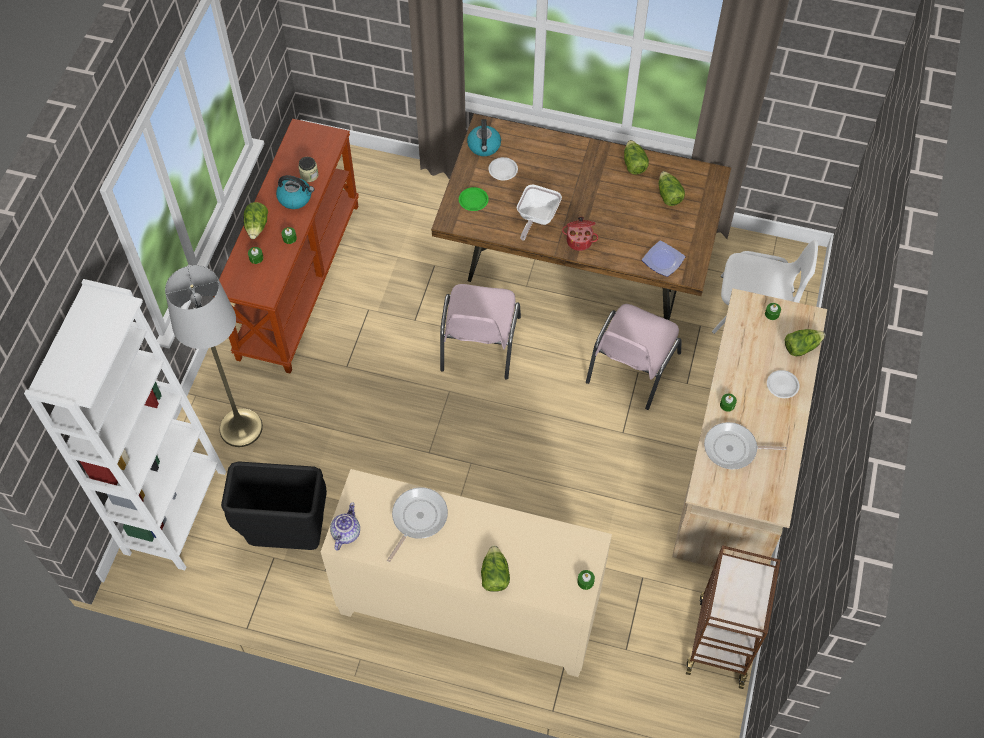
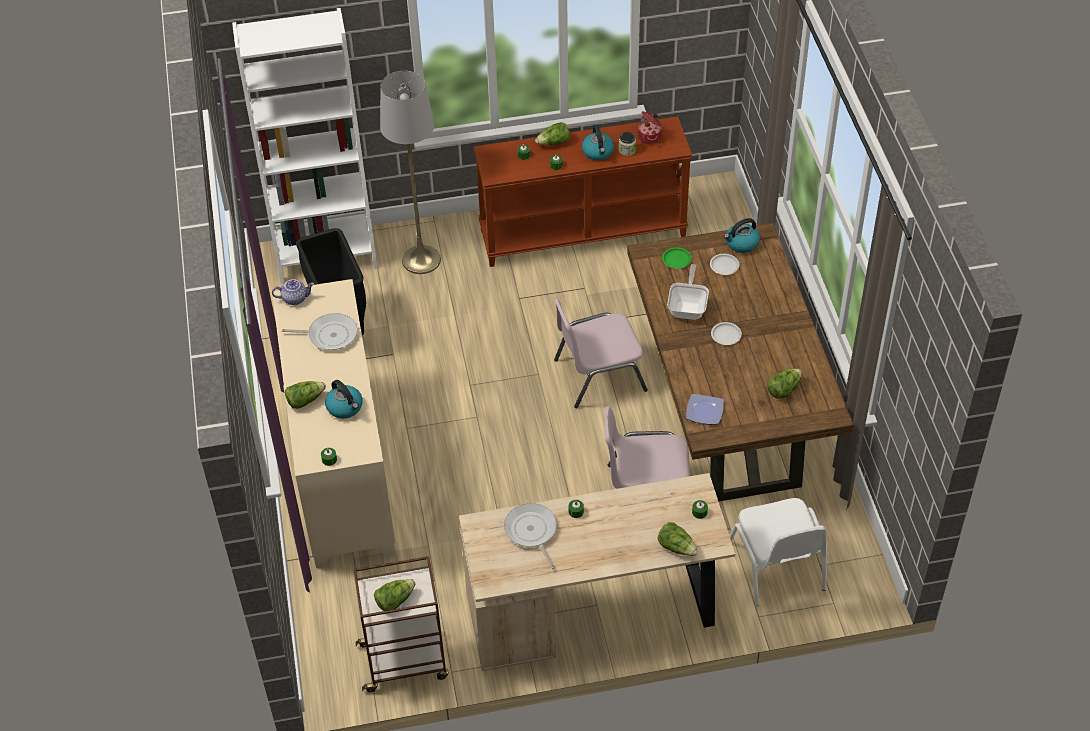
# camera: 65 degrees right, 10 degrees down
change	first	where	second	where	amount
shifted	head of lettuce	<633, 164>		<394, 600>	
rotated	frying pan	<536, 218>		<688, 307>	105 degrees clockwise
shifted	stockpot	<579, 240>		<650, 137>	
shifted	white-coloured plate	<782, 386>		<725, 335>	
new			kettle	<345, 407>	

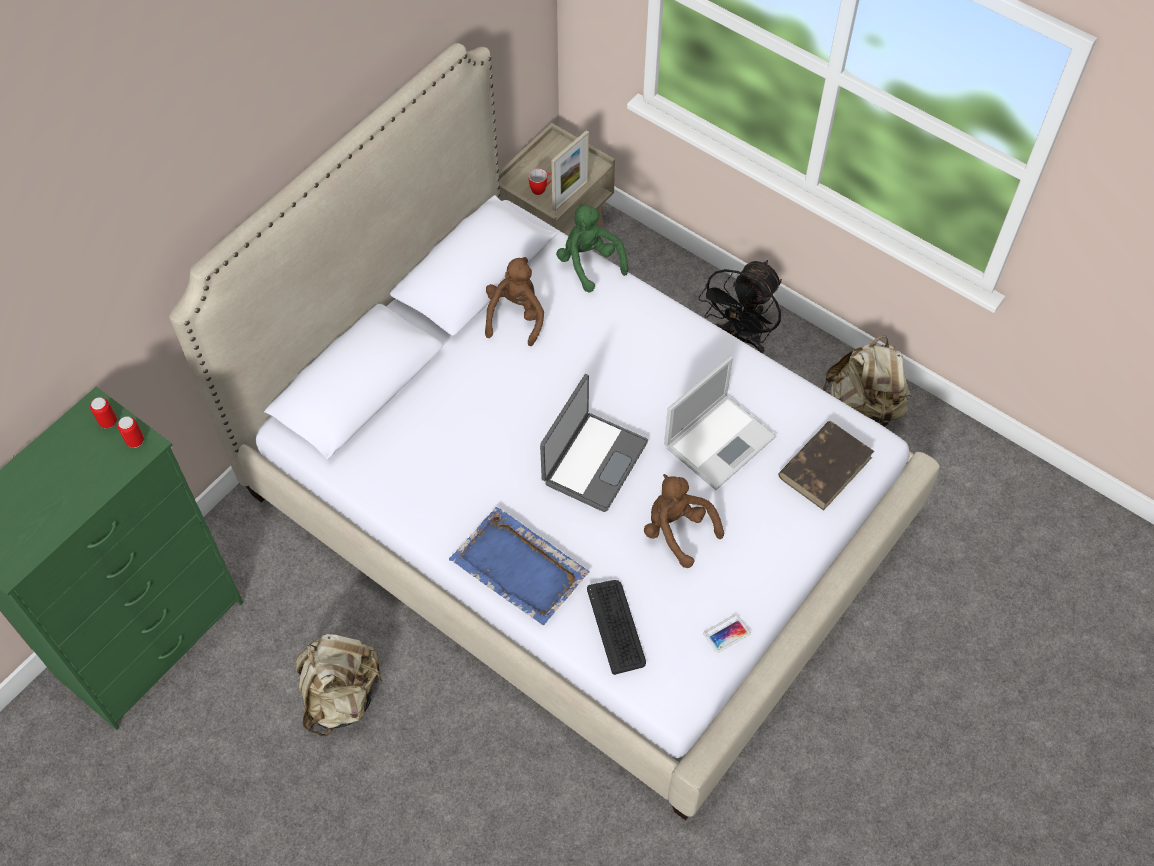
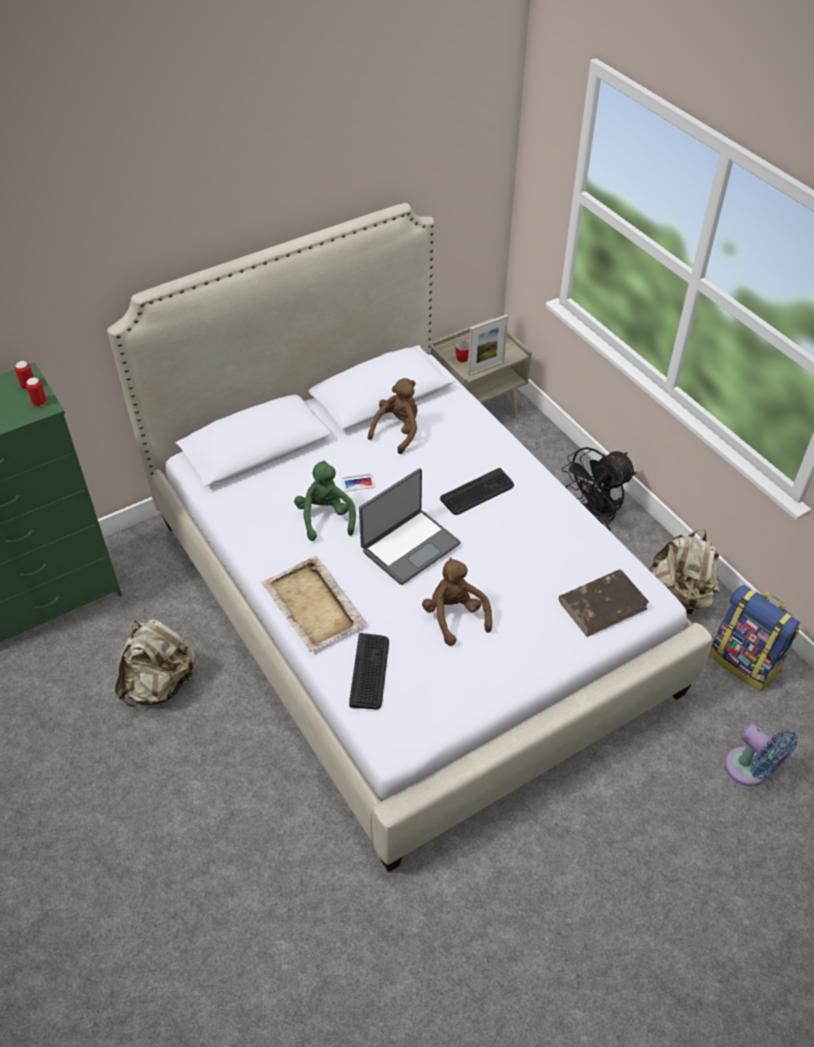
# camera: 20 degrees right, 10 degrees down
change	first	where	second	where	amount
shifted	greenish plush toy	<589, 263>		<326, 517>	
gone	laptop	<720, 440>			
repainted	blue-coloured serving tray	<520, 569>	beige serving tray	<313, 606>	
shifted	telephone	<726, 633>		<358, 483>	
new			keyboard	<477, 492>	
new			backpack	<745, 662>	
new			blue-coloured fan	<750, 770>	

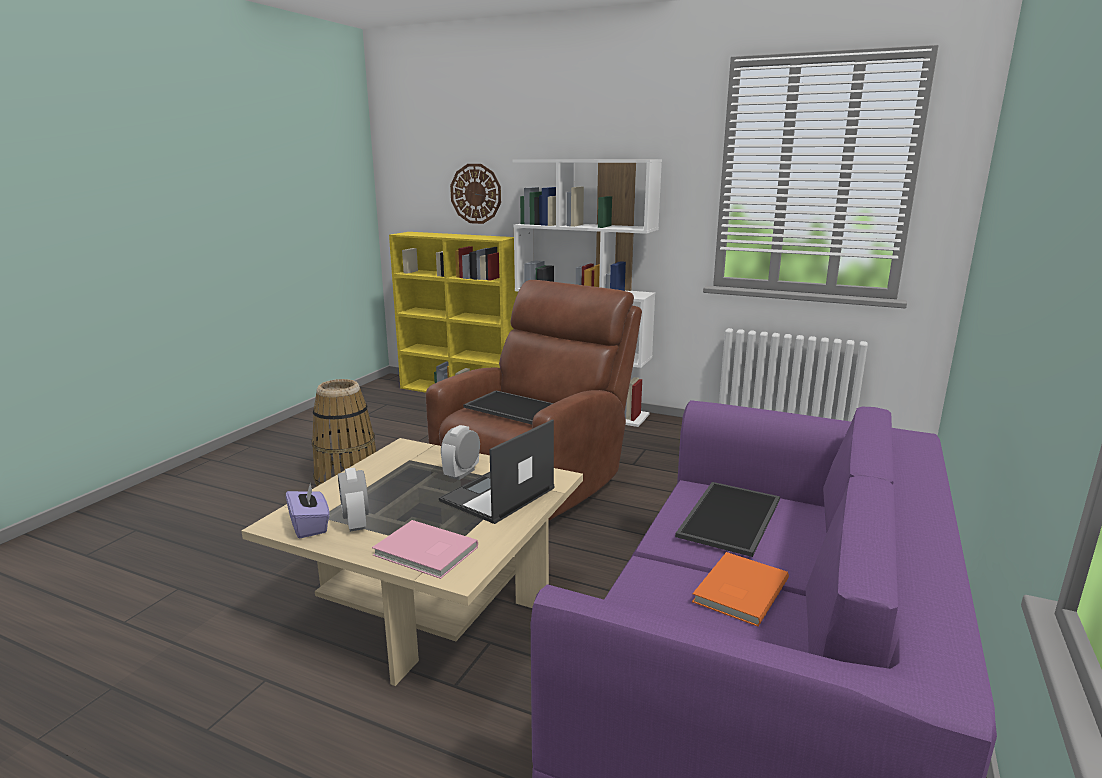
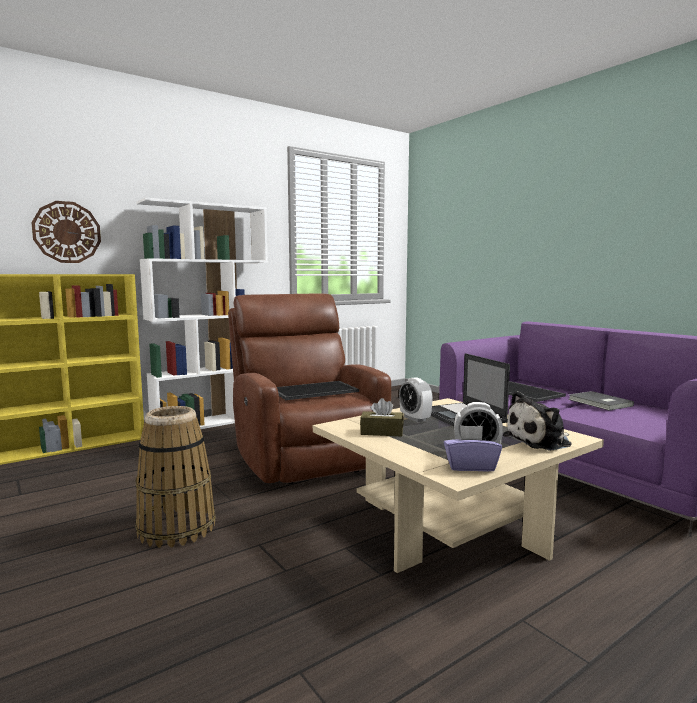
# camera: 60 degrees left, 10 degrees down
change	first	where	second	where	amount
swapped	pink-coloured book	<425, 553>	plush toy	<540, 441>	
repainted	orangey book	<737, 590>	grey book	<599, 403>	
new			brown tissue holder	<382, 432>	

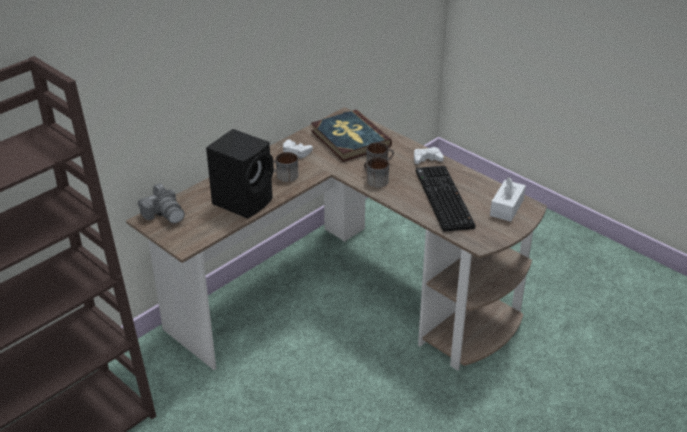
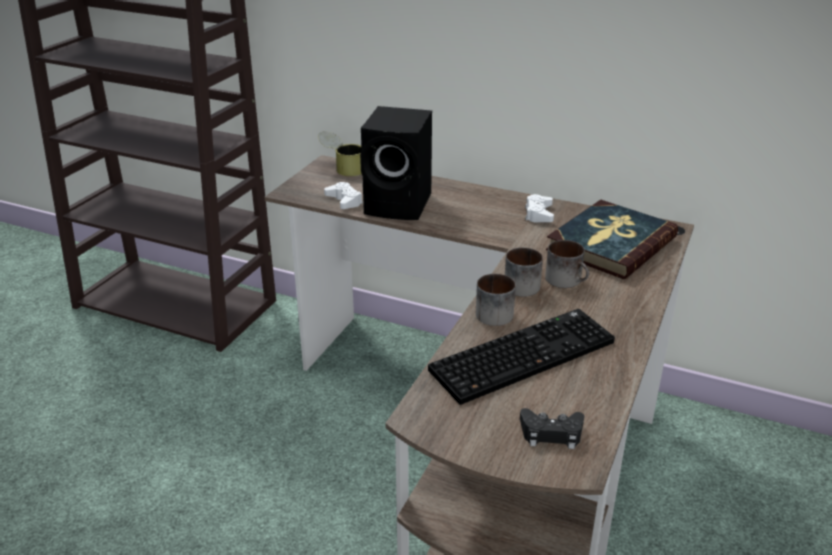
# camera: 70 degrees right, 5 degrees down
change	first	where	second	where	amount
shifted	white-coloured game controller	<427, 159>		<344, 201>	
shifted	coffee mug	<284, 176>		<491, 312>	
swapped	white-coloured tissue holder	<506, 207>	black-coloured game controller	<551, 433>	
swapped	still camera	<164, 213>	sealed can	<343, 168>	

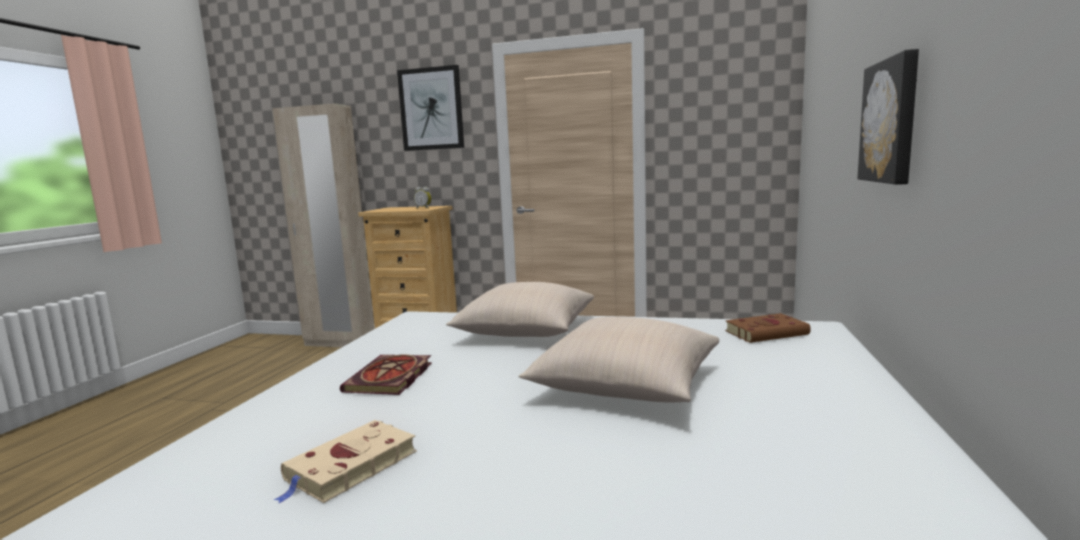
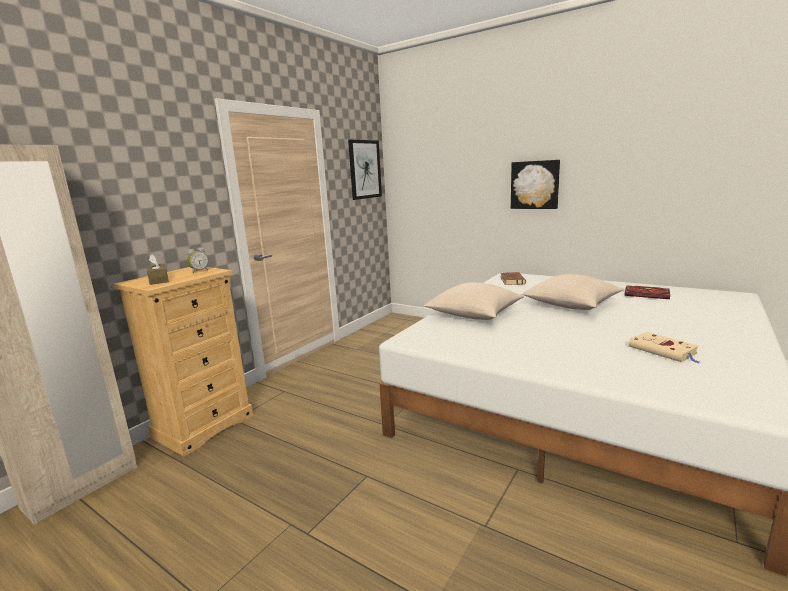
# camera: 70 degrees left, 5 degrees up
change	first	where	second	where	amount
shifted	wall picture	<431, 109>		<364, 169>	
shifted	book	<390, 379>		<648, 294>	
new			brown tissue holder	<158, 280>	

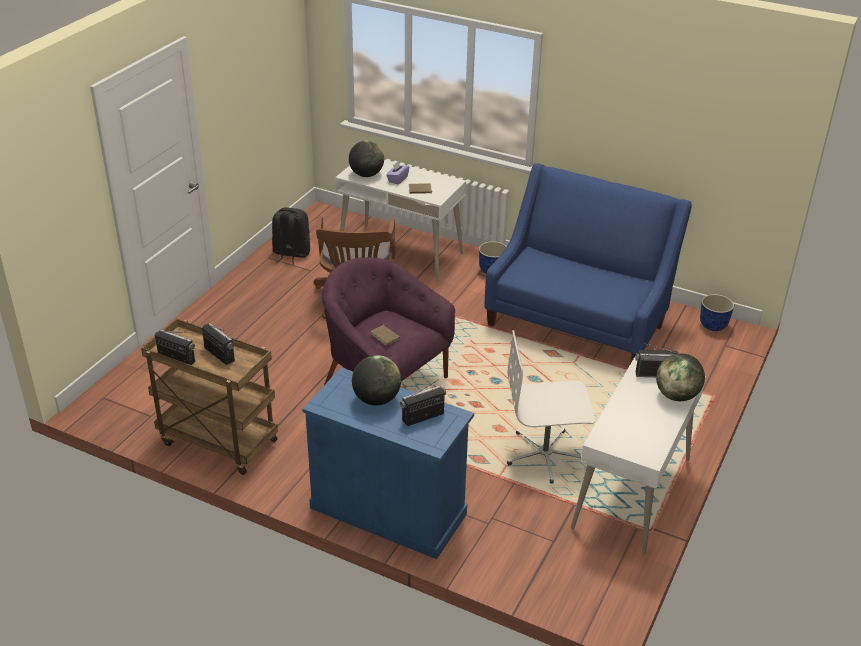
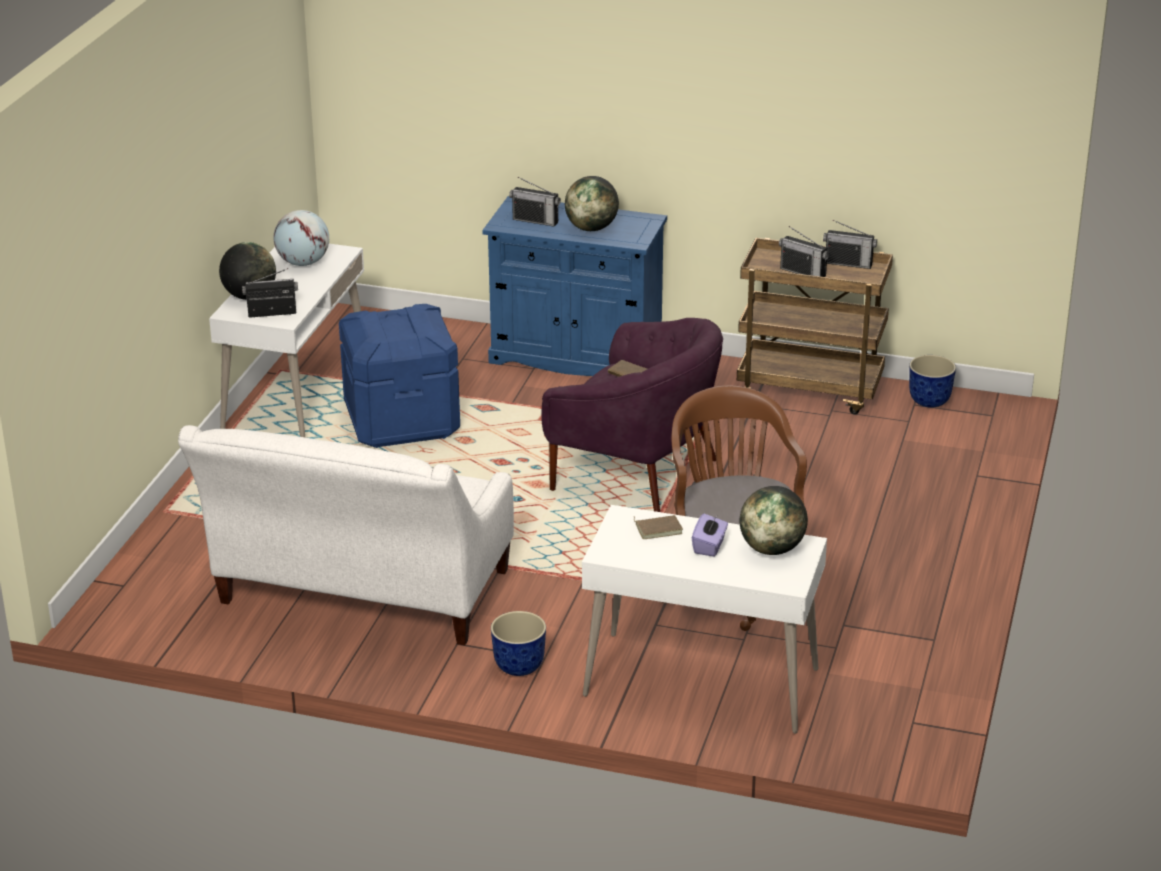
# camera: 170 degrees right, 5 degrees down
change	first	where	second	where	amount
repainted	blue-coloured settee	<578, 321>	white-coloured settee	<359, 595>	
gone	black-coloured backpack	<291, 254>			
shifted	planter	<712, 326>		<930, 401>	
swapped	white-coloured desk chair	<545, 455>	blue-coloured storage box	<402, 422>	
rotated	radio	<423, 417>		<535, 220>	60 degrees clockwise
new			desk globe	<303, 263>	

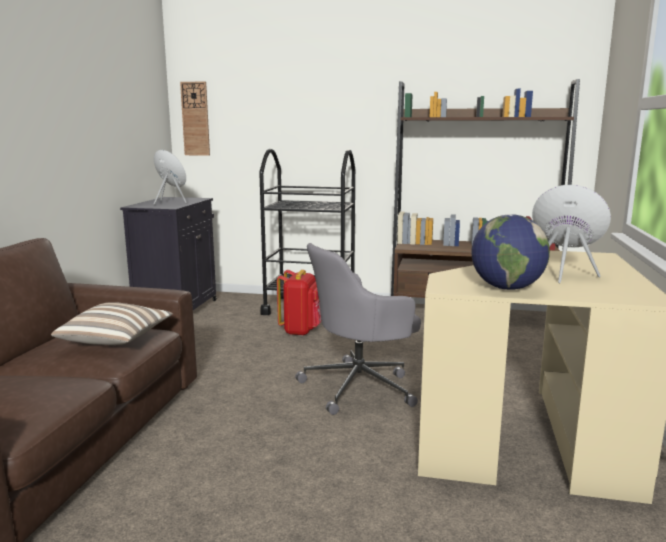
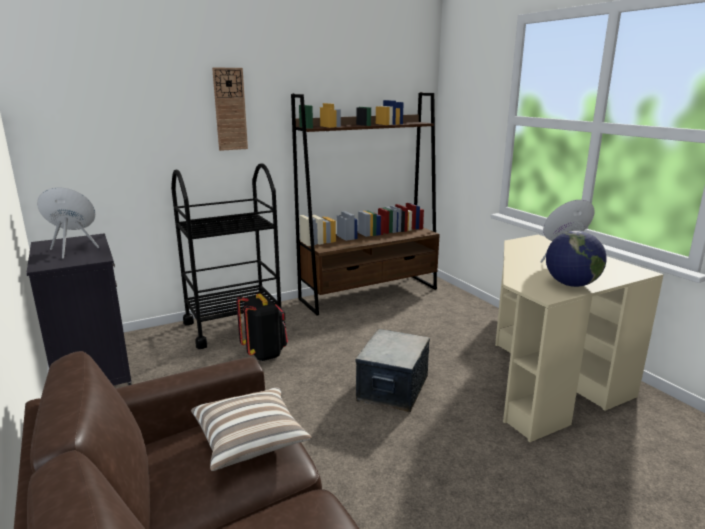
# camera: 40 degrees left, 5 degrees up
change	first	where	second	where	amount
shifted	wall clock	<195, 119>		<230, 109>	
swapped	grey desk chair	<360, 387>	storage box	<392, 388>	
repainted	red backpack	<301, 331>	black-coloured backpack	<264, 353>	

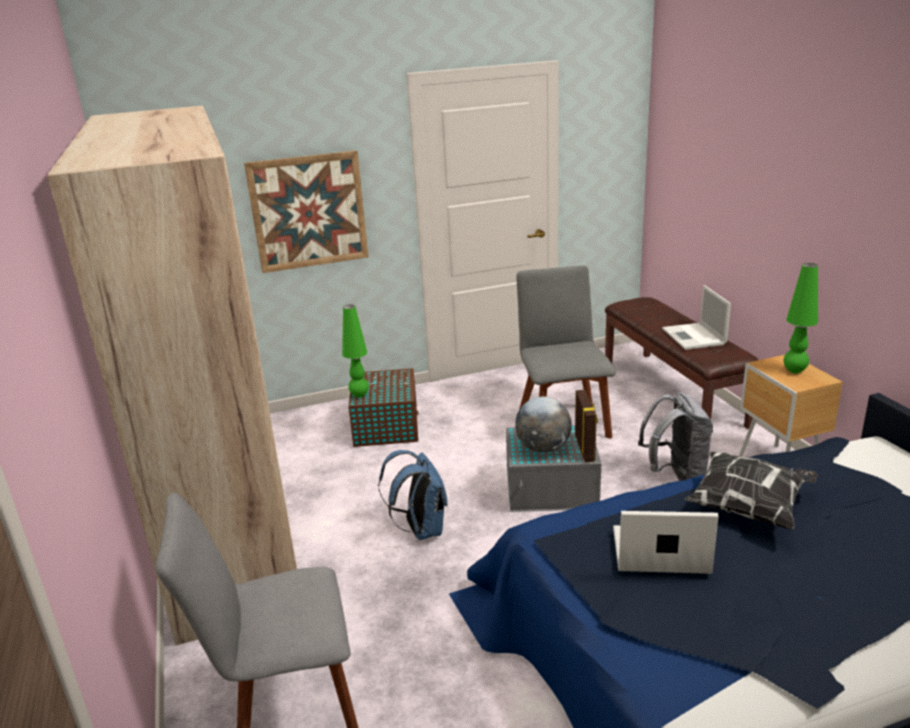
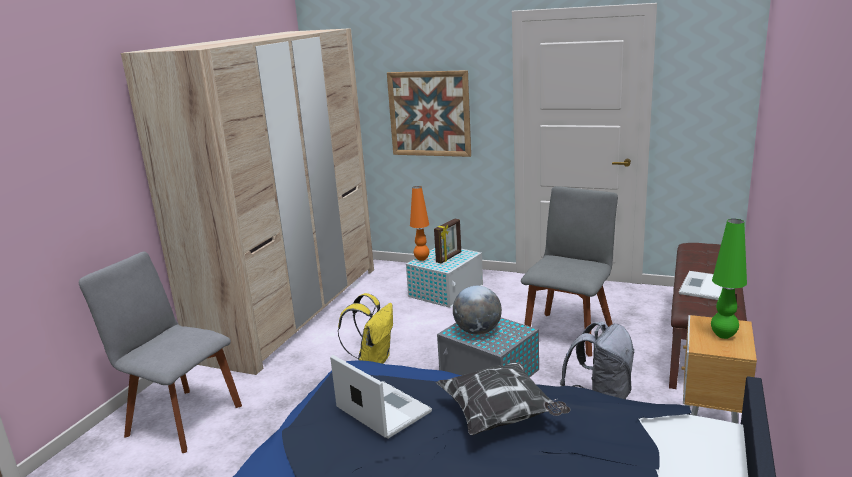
# camera: 40 degrees right, 5 degrees down
change	first	where	second	where	amount
repainted	greenish lamp for a table	<359, 395>	orangey lamp for a table	<421, 259>	
repainted	brown storage box	<386, 425>	white-coloured storage box	<446, 291>	
shifted	photo frame	<585, 448>		<449, 257>	
repainted	blue-coloured backpack	<421, 529>	yellow backpack	<373, 360>	

